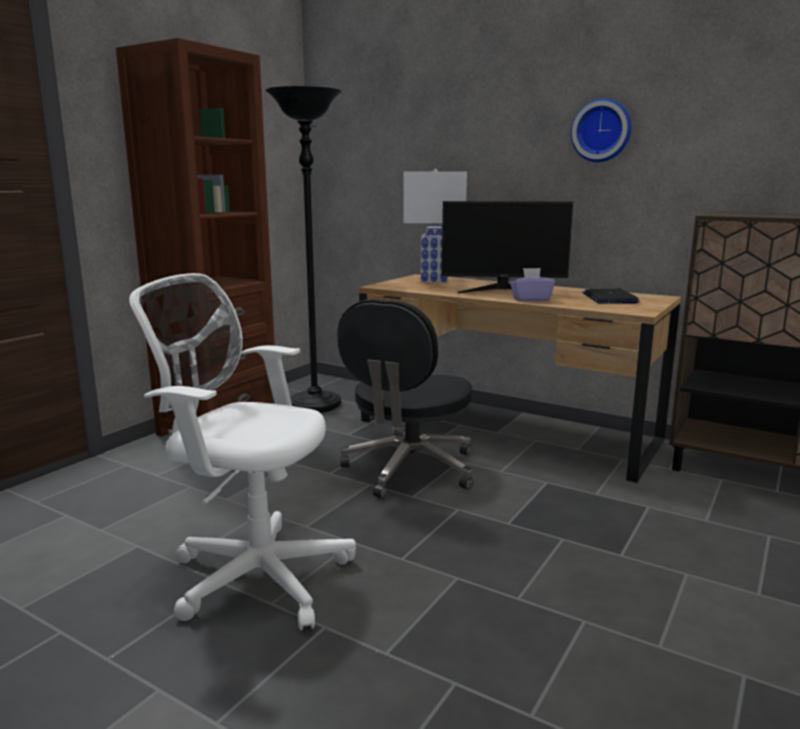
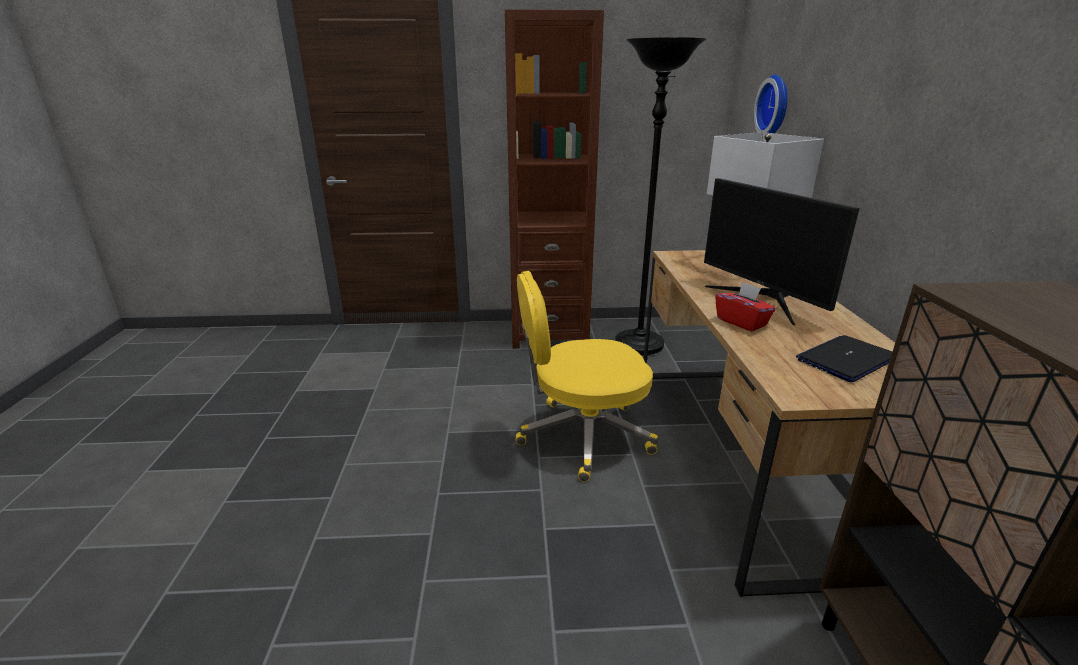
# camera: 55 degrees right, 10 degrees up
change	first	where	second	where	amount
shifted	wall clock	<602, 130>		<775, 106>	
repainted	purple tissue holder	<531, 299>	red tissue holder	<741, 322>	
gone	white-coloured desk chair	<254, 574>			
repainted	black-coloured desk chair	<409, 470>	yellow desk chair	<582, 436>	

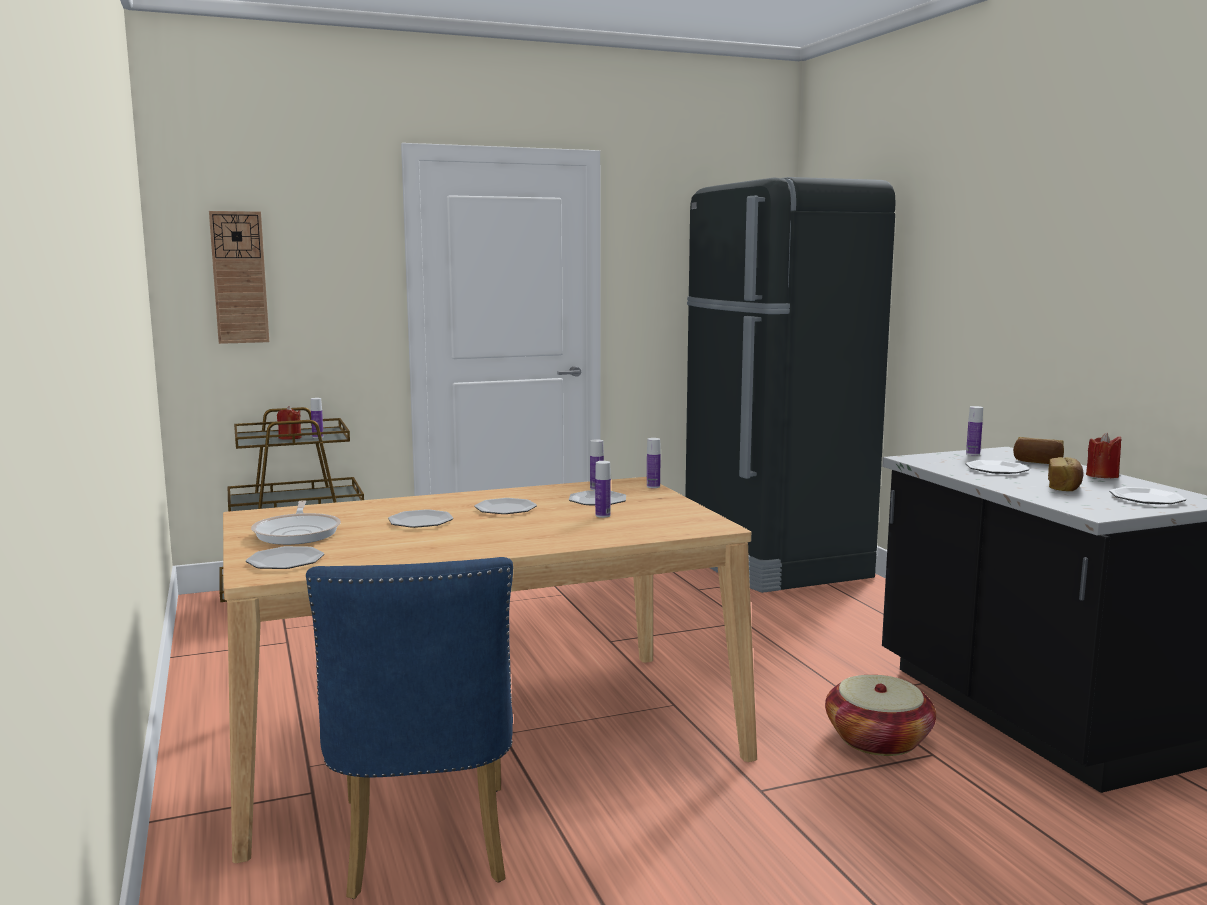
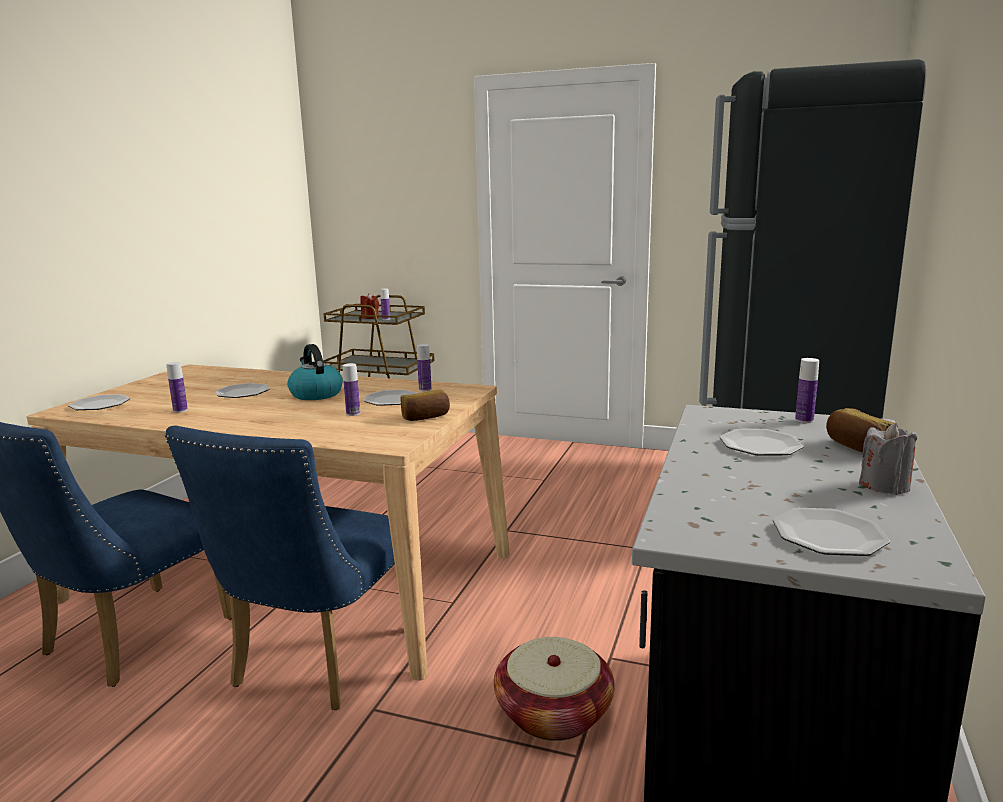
# camera: 40 degrees right, 5 degrees up
change	first	where	second	where	amount
gone	wall clock	<239, 277>			
repainted	red wax candle	<1102, 476>	grey wax candle	<885, 486>	
shifted	drink bottle	<653, 486>		<180, 410>	
shifted	bakery bread	<1064, 487>		<425, 417>	
swapped	plate	<505, 509>	kettle	<315, 394>	
gone	frying pan	<298, 533>			
new			blue-coloured plain chair	<314, 663>	

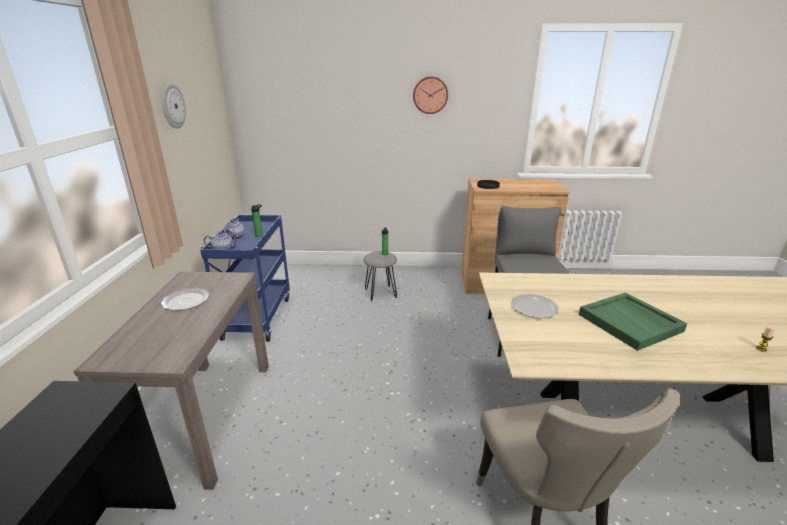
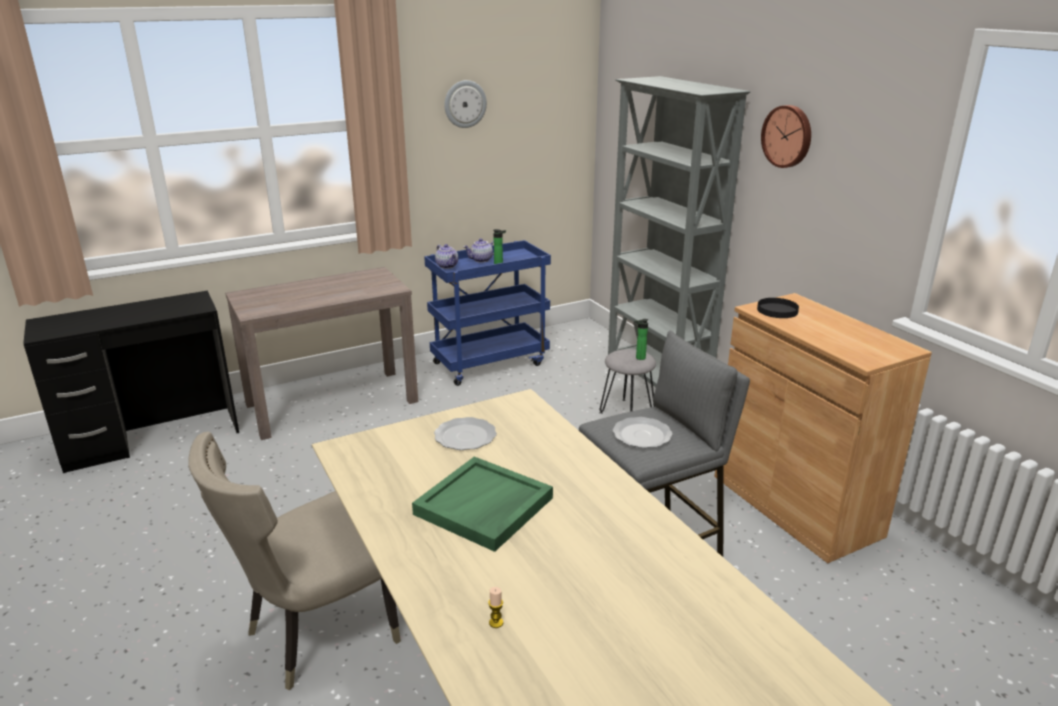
# camera: 60 degrees right, 0 degrees up
change	first	where	second	where	amount
shifted	plate	<186, 300>		<642, 434>	
new			grey bookcase	<657, 381>	

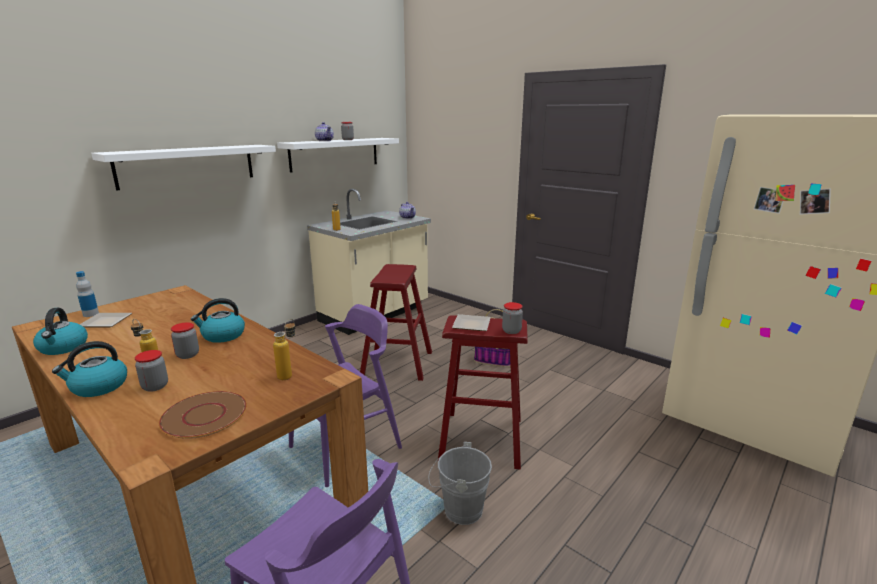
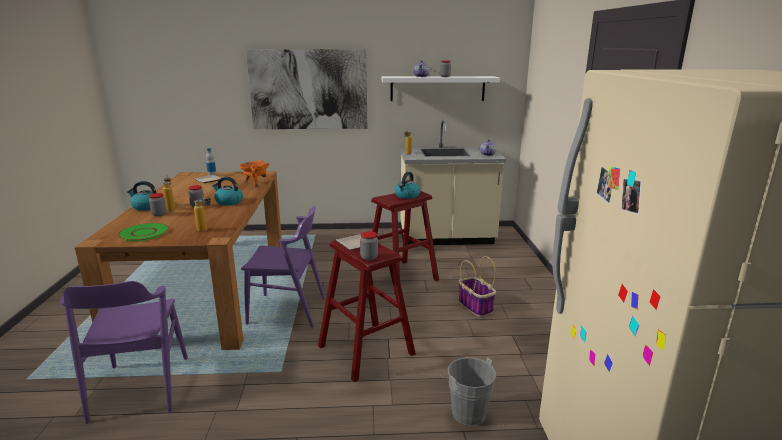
# camera: 45 degrees right, 0 degrees up
change	first	where	second	where	amount
swapped	white-coloured bracket shelf	<187, 165>	wall picture	<309, 89>	
shifted	kettle	<63, 347>		<407, 196>	
repainted	brown plate	<204, 416>	greenish plate	<143, 233>	
shifted	grey water bucket	<459, 509>		<465, 411>	
new			orangey stockpot	<255, 183>	

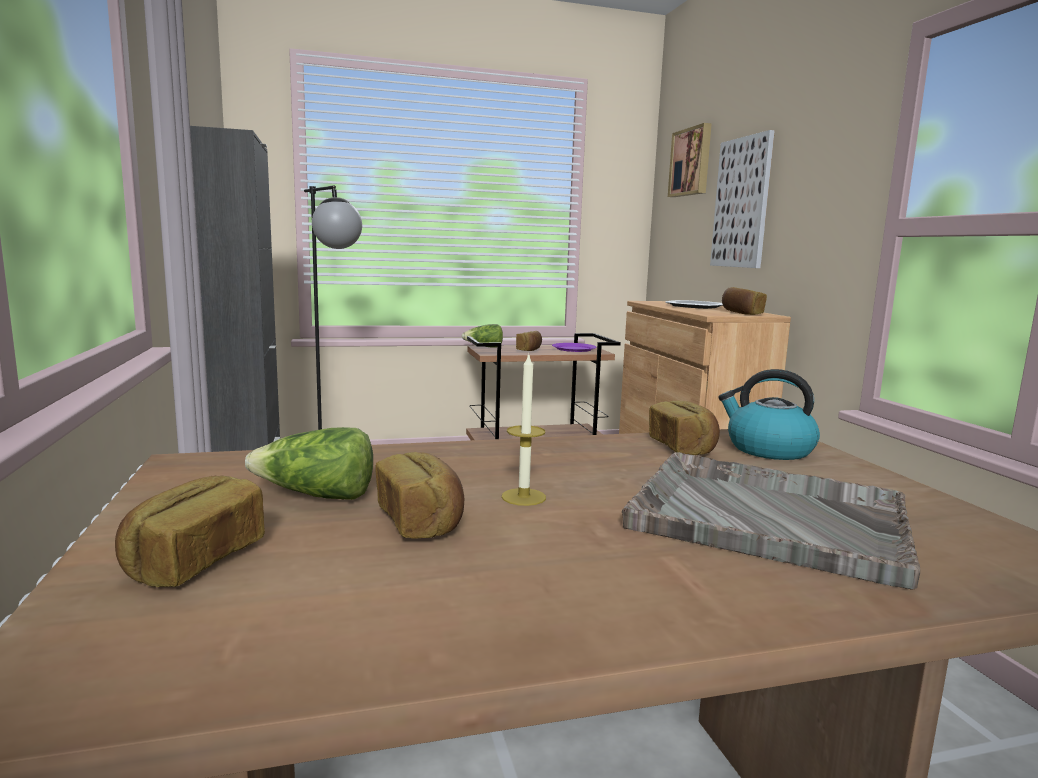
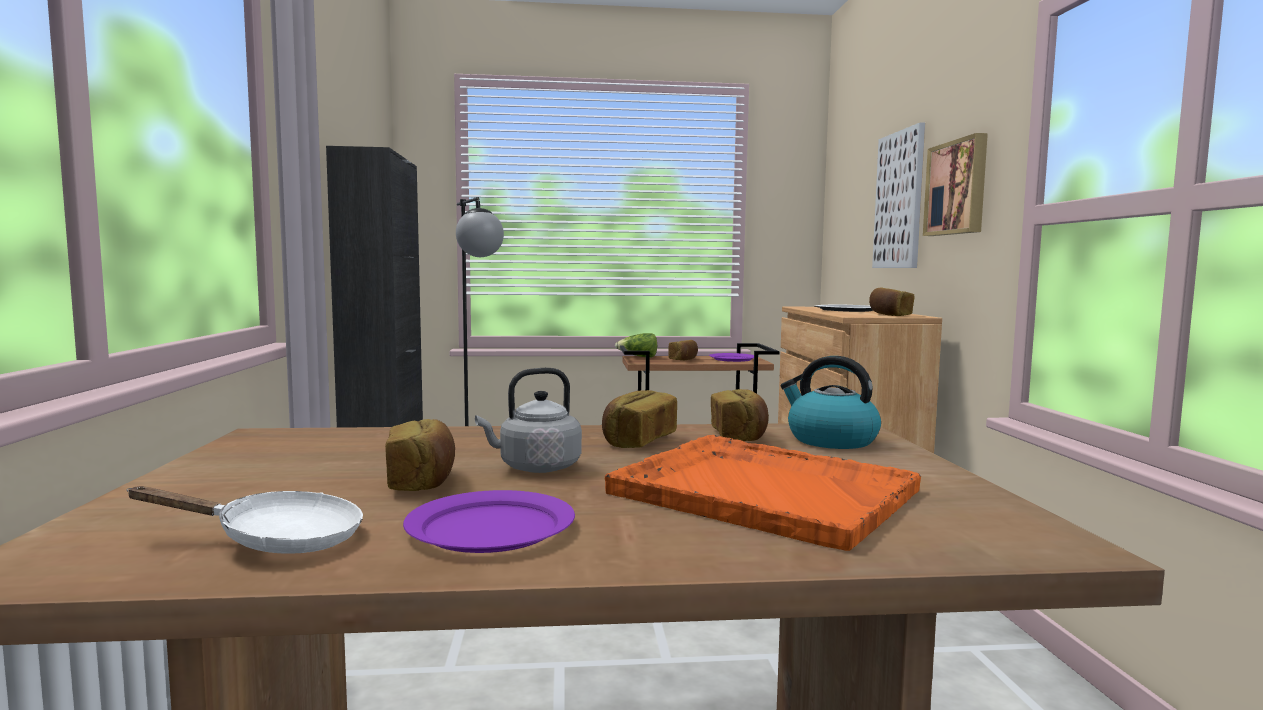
# camera: 10 degrees right, 5 degrees down
change	first	where	second	where	amount
shifted	wall picture	<691, 162>		<958, 188>	
swapped	wax candle	<523, 497>	grey kettle	<535, 468>	
gone	head of lettuce	<317, 496>			
repainted	grey serving tray	<765, 516>	orangey serving tray	<761, 491>	
shifted	bakery bread	<194, 560>		<638, 440>	
new			white-coloured frying pan	<277, 540>	
new			purple plate	<489, 528>	

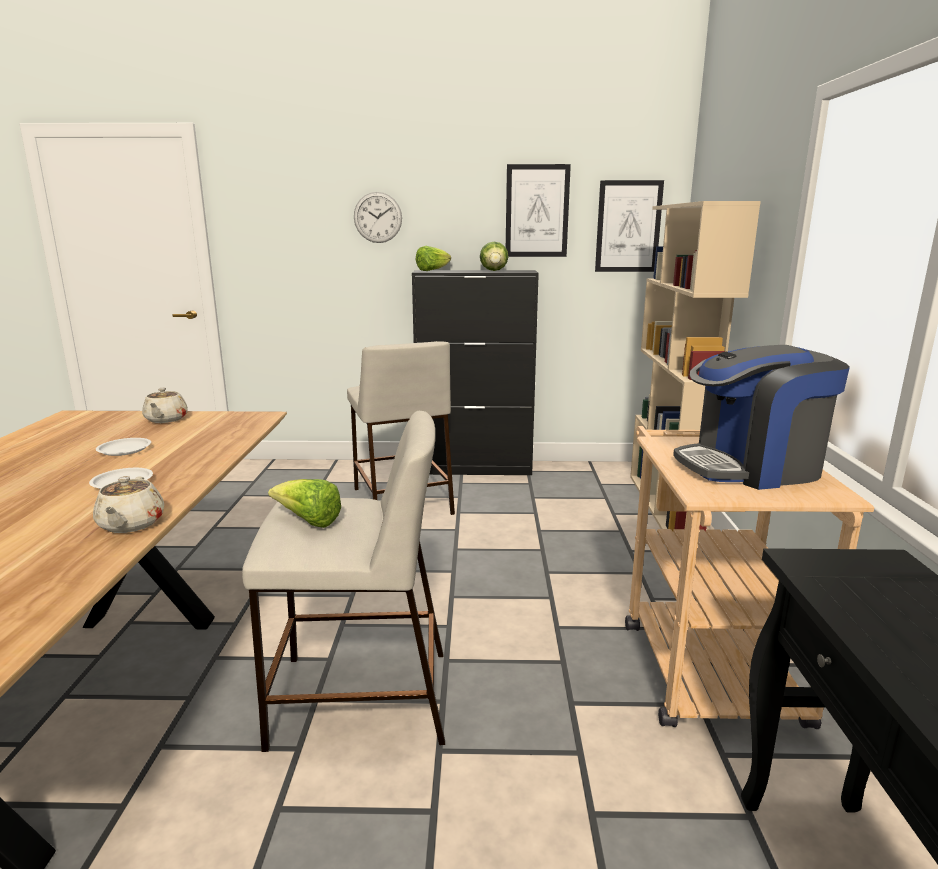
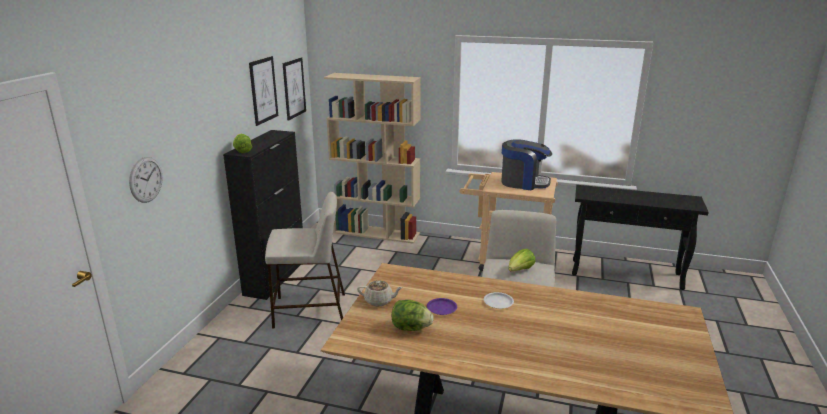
# camera: 75 degrees left, 5 degrees up
change	first	where	second	where	amount
shifted	wall clock	<378, 217>		<146, 179>	
shifted	head of lettuce	<494, 271>		<411, 328>	
rotated	coffee machine	<751, 467>		<523, 183>	75 degrees counterclockwise
repainted	white-coloured plate	<124, 450>	purple plate	<441, 308>	
gone	beige tea pot	<131, 524>			

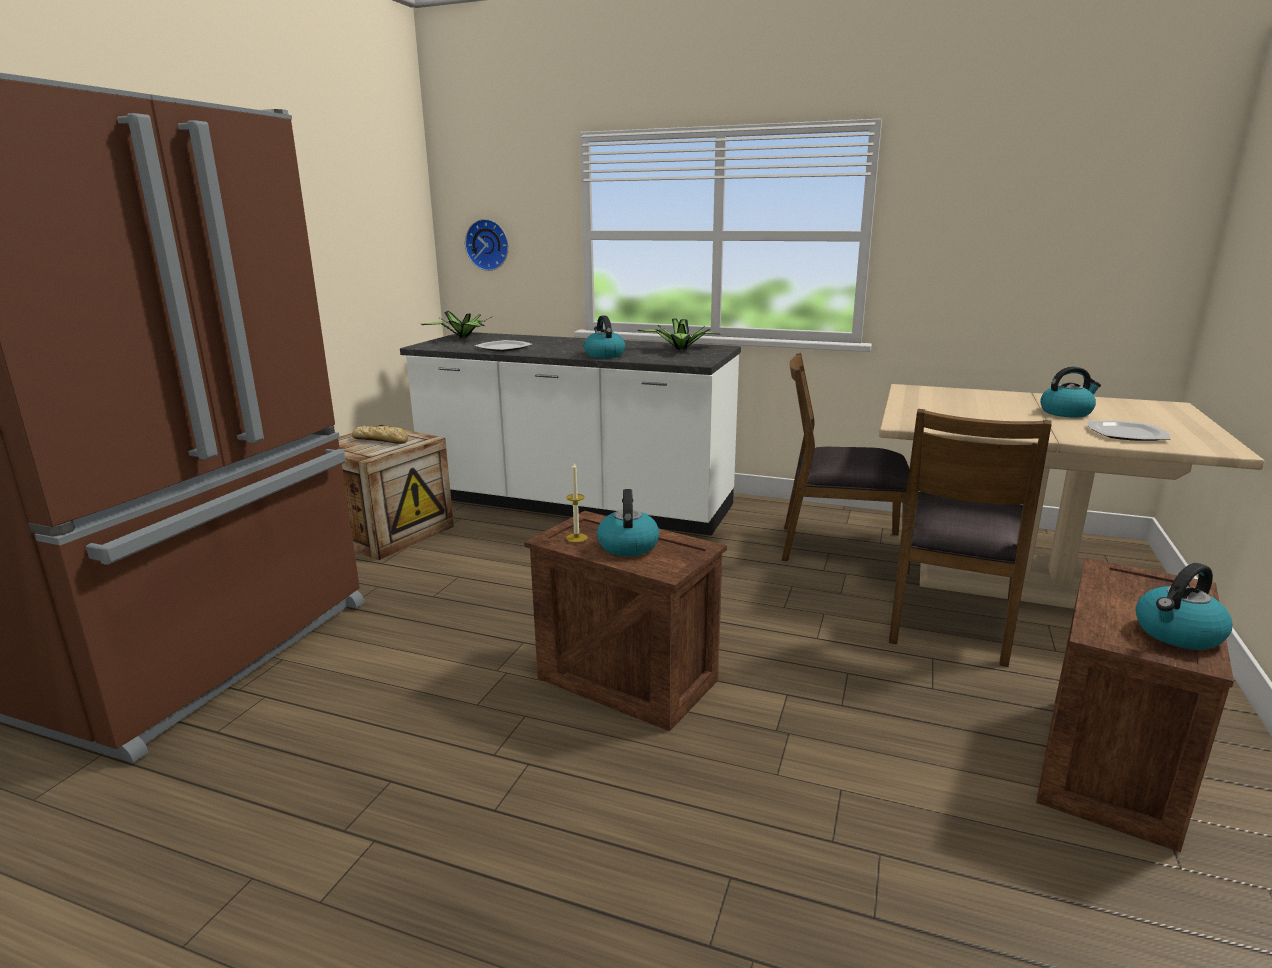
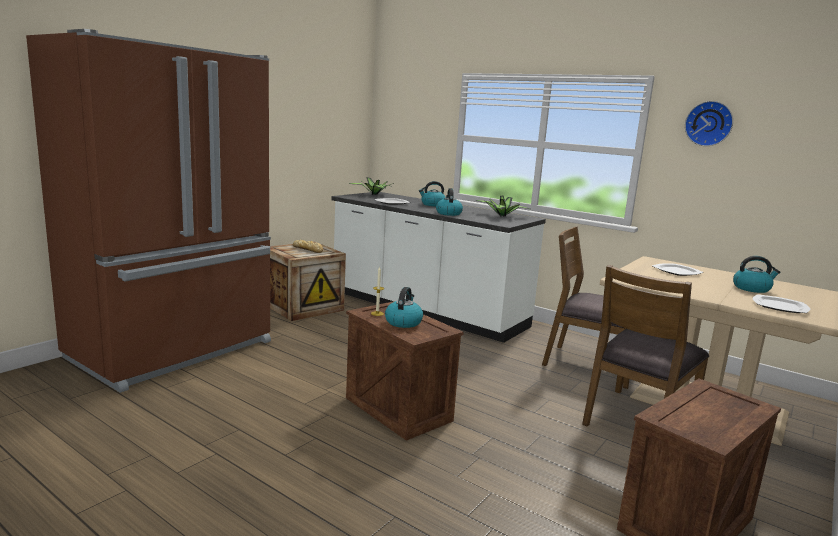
# camera: 15 degrees right, 5 degrees down
change	first	where	second	where	amount
shifted	wall clock	<488, 244>		<709, 123>	
shifted	kettle	<1177, 634>		<432, 205>	
new			plate	<677, 271>	

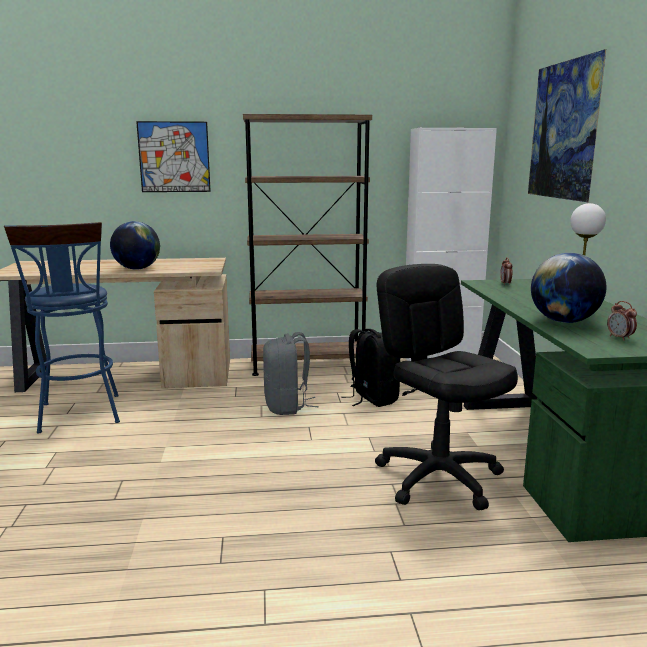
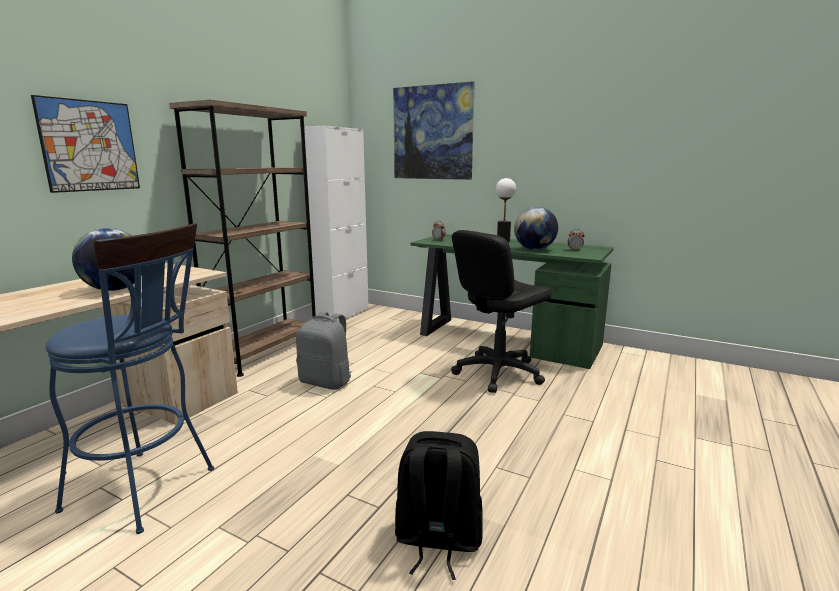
# camera: 55 degrees left, 0 degrees up
change	first	where	second	where	amount
rotated	black-coloured desk chair	<439, 478>		<497, 373>	45 degrees counterclockwise
shifted	black-coloured backpack	<372, 398>		<437, 541>	

